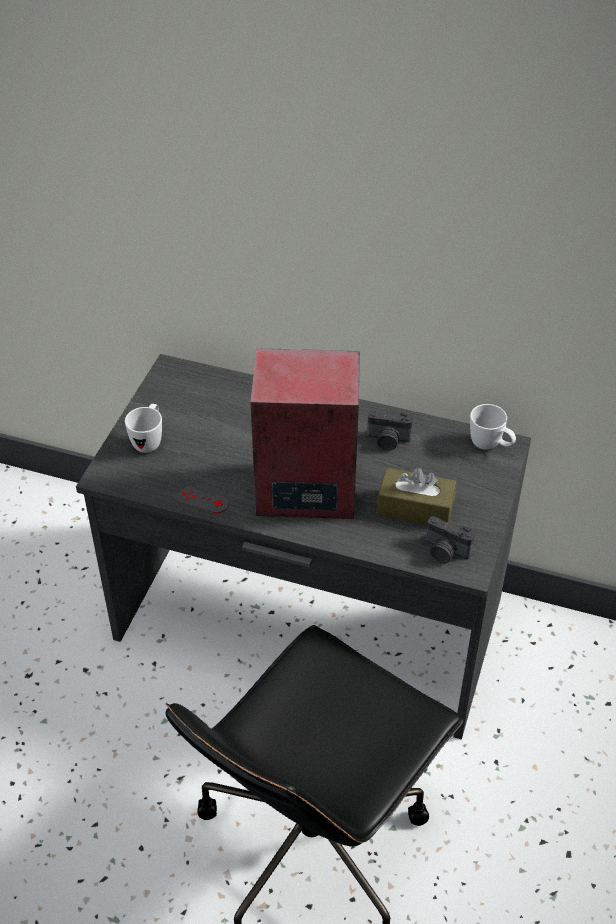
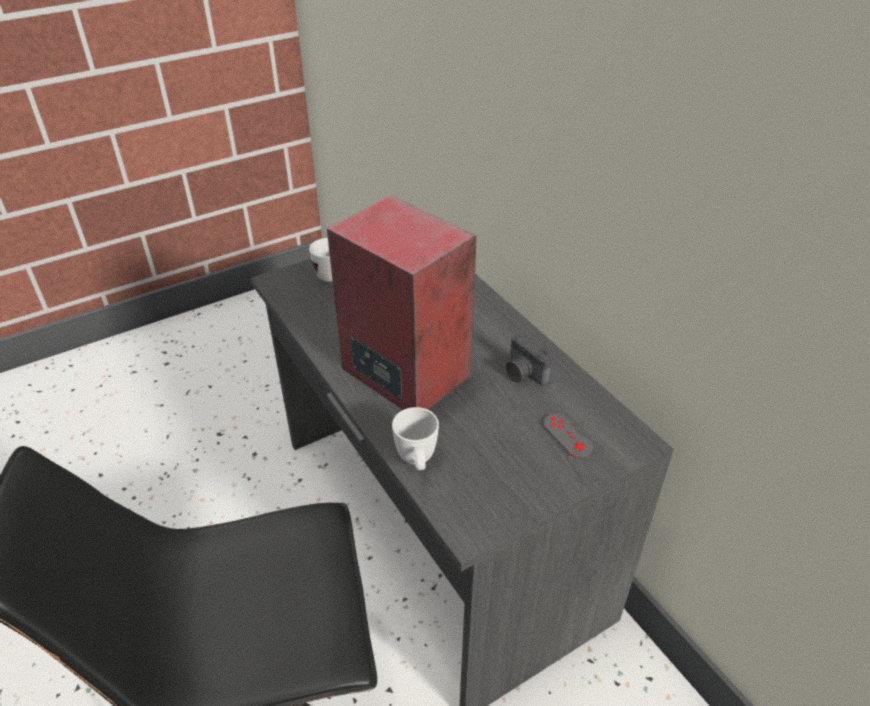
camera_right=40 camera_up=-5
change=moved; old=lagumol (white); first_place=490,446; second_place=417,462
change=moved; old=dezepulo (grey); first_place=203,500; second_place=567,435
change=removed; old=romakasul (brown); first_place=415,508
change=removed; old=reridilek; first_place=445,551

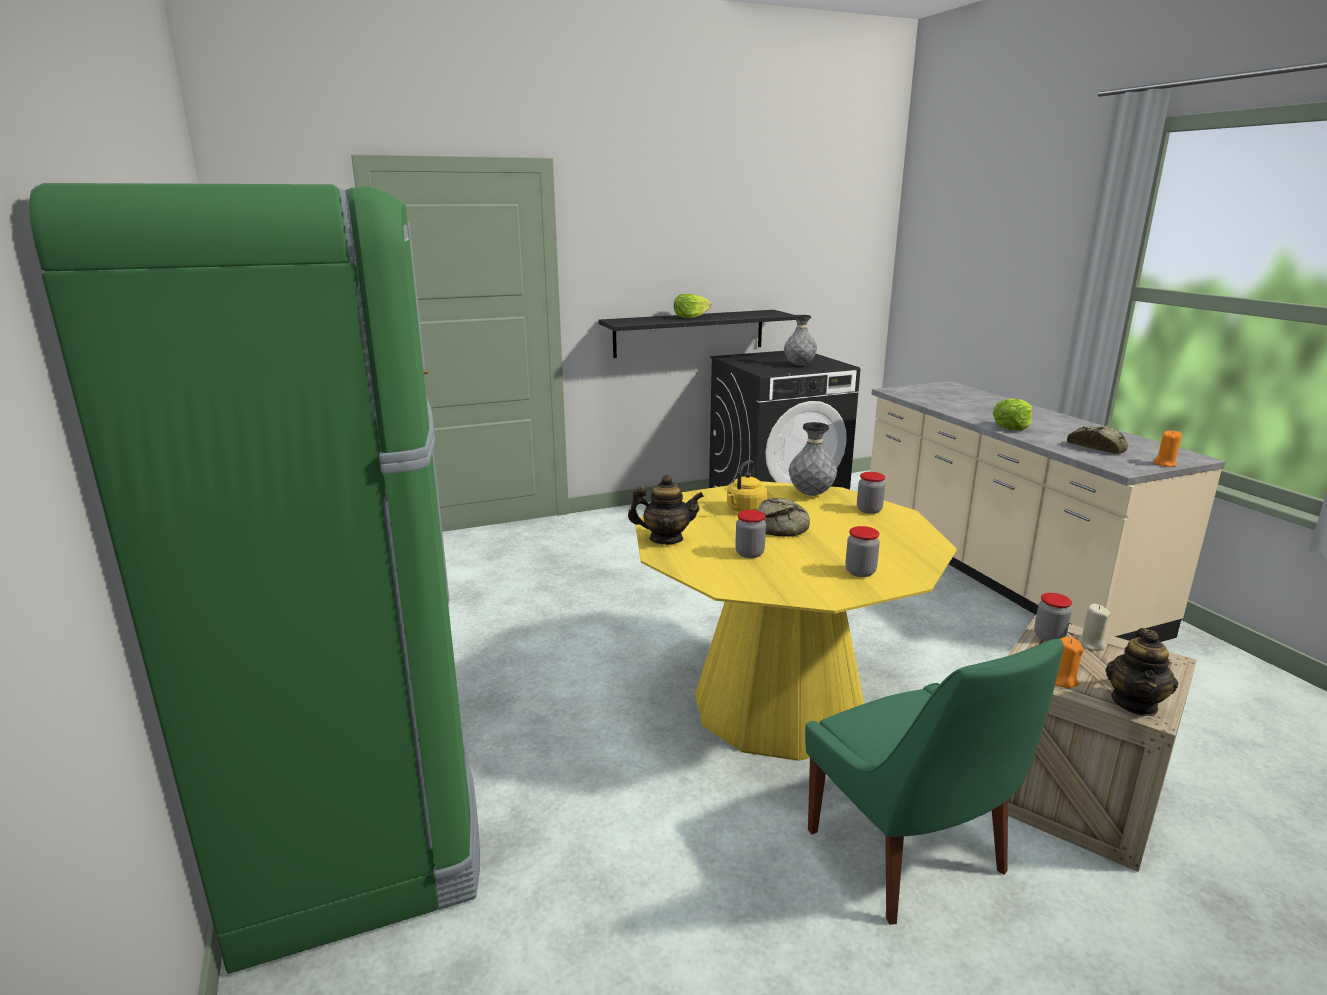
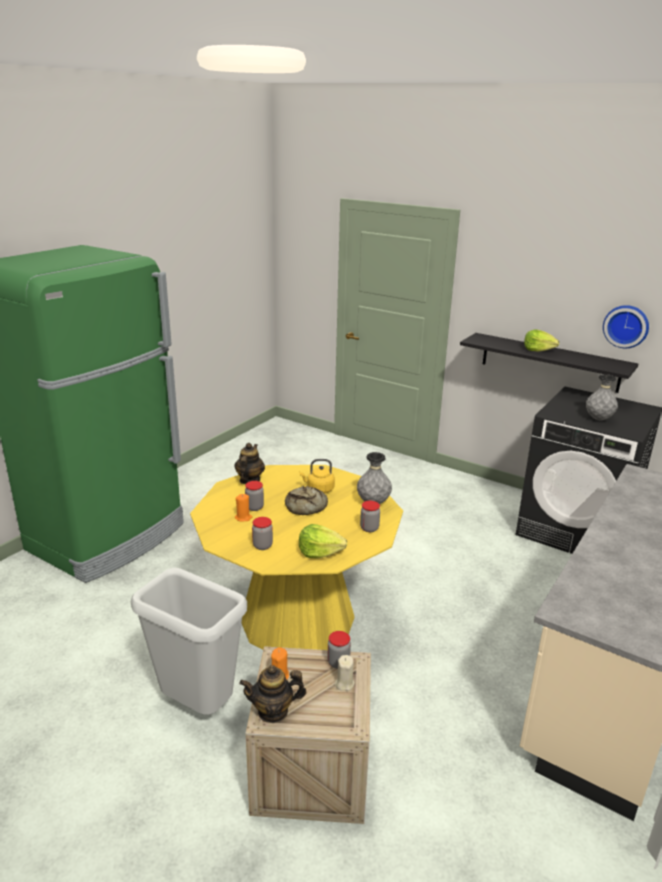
camera_right=55 camera_up=5
change=replaced; old=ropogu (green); new=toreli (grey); first_place=910,856; second_place=196,707
change=turned; old=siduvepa; first_place=666,539; second_place=249,480; degrees=-135
change=moved; old=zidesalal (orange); first_place=1165,464; second_place=243,518
change=moved; old=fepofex; first_place=1012,427; second_place=320,552
change=added; new=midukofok; second_place=626,326
change=removed; old=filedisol; first_place=1097,447

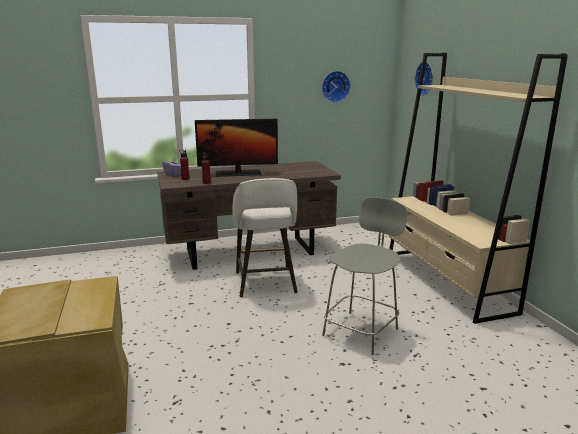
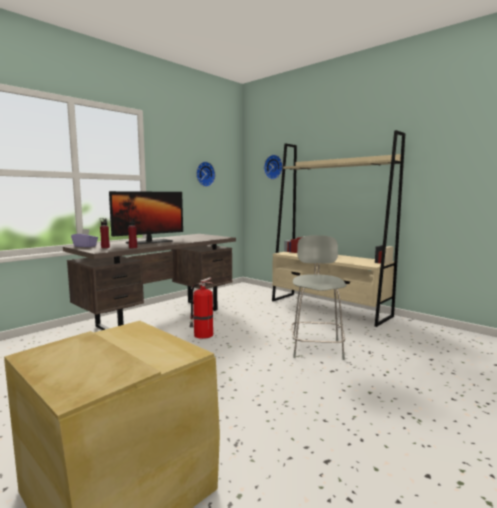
camera_right=-30 camera_up=-10
change=replaced; old=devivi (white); new=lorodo; first_place=265,283; second_place=202,335

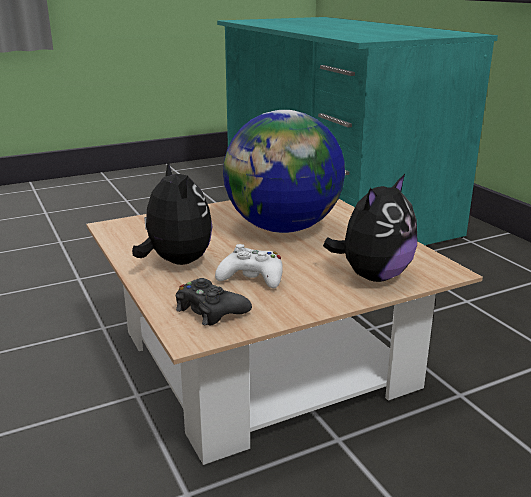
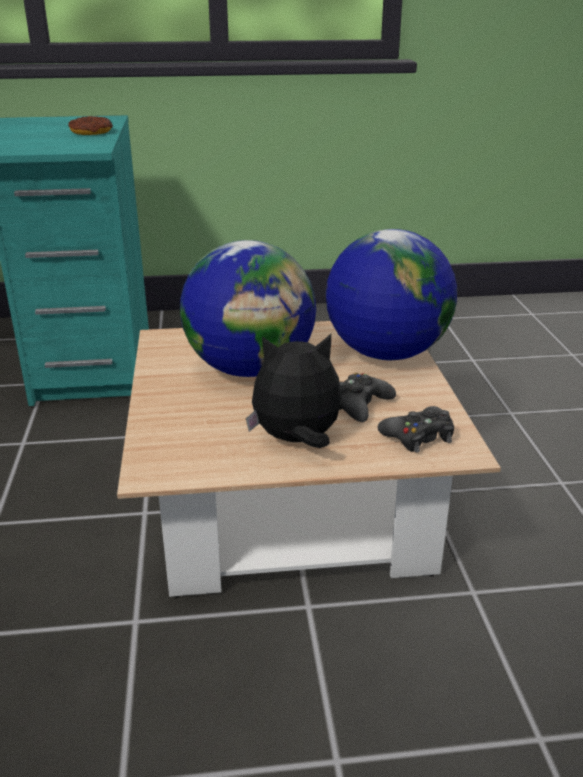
camera_right=-70 camera_up=5
change=added; new=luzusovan; second_place=91,132
change=replaced; old=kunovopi; new=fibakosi; first_place=373,276; second_place=386,353
change=recoloured; old=dezepulo (white); new=dezepulo (black); first_place=252,277; second_place=360,405

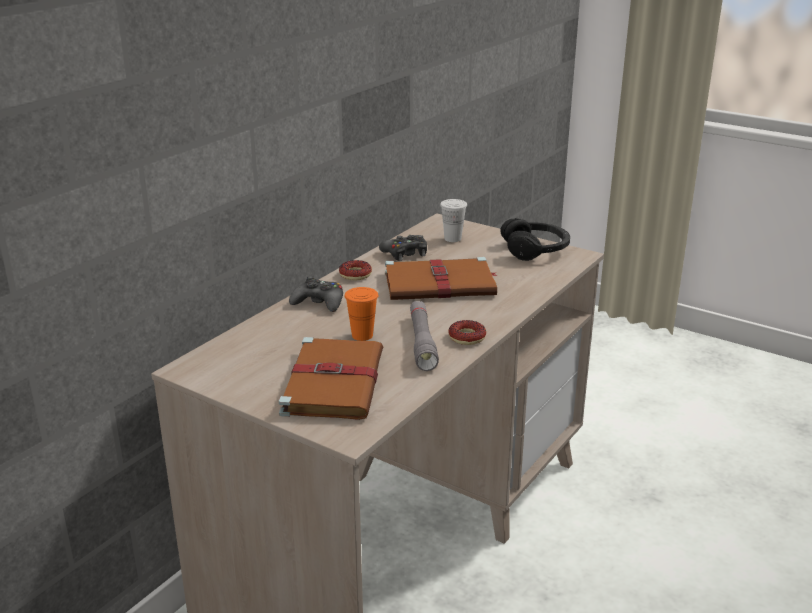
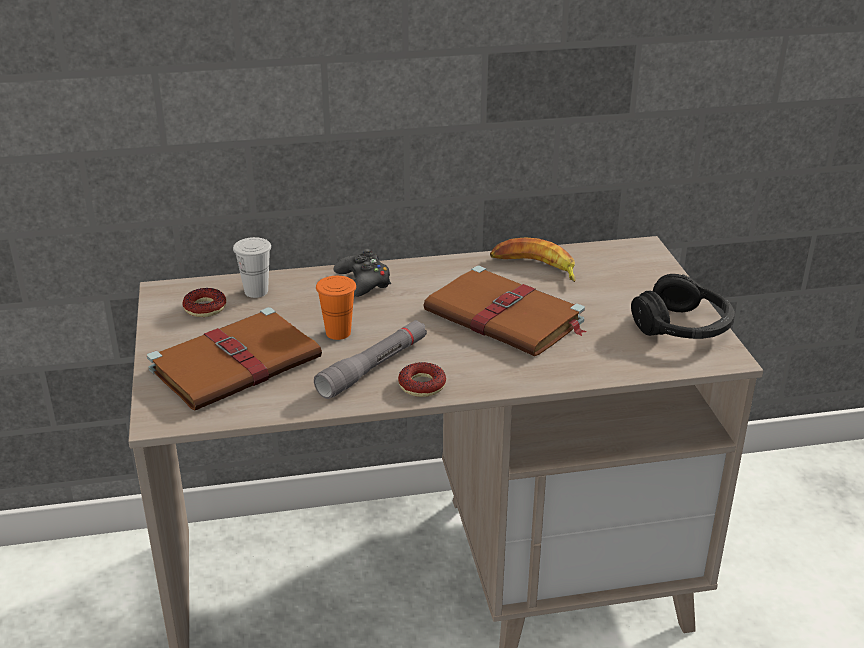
camera_right=45 camera_up=5
change=moved; old=luzusovan; first_place=355,274; second_place=205,308
change=moved; old=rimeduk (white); first_place=452,238; second_place=256,291
change=replaced; old=dezepulo (black); new=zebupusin; first_place=405,253; second_place=535,267

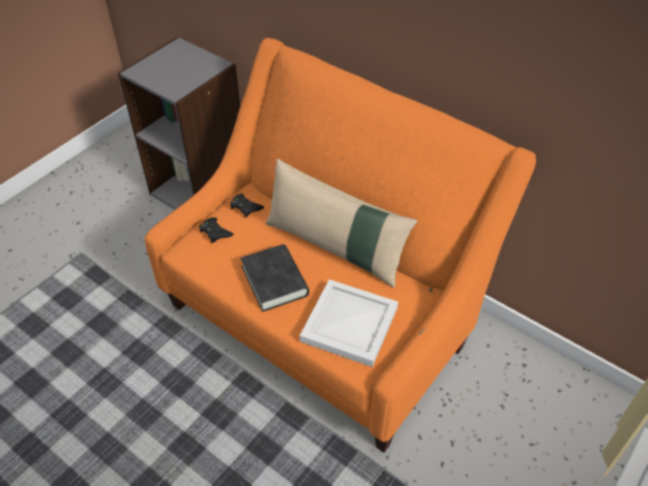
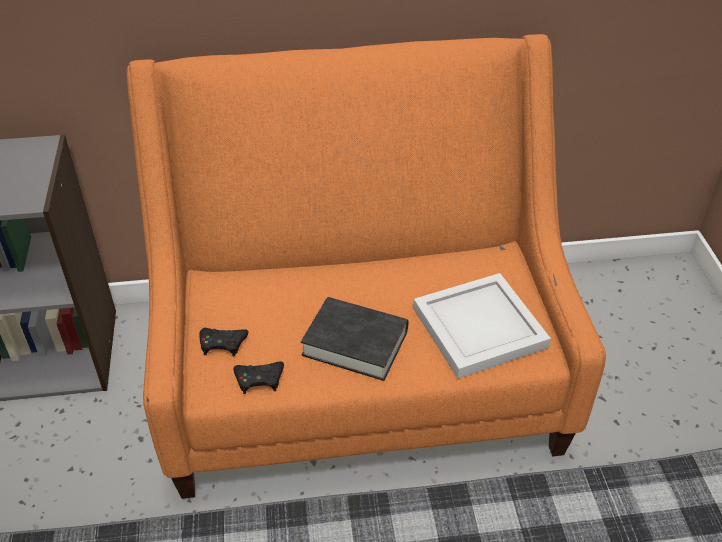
camera_right=-45 camera_up=-5
change=moved; old=dezepulo (black); first_place=245,207; second_place=259,379
change=removed; old=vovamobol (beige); first_place=335,247

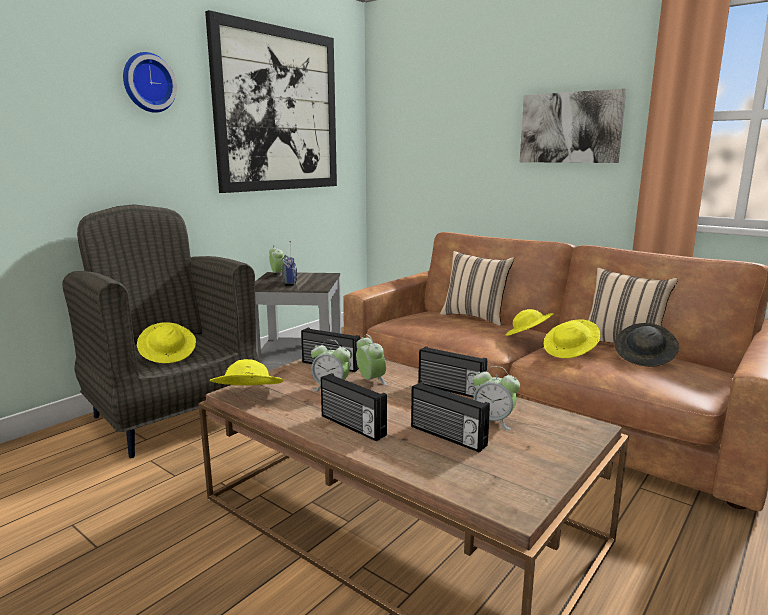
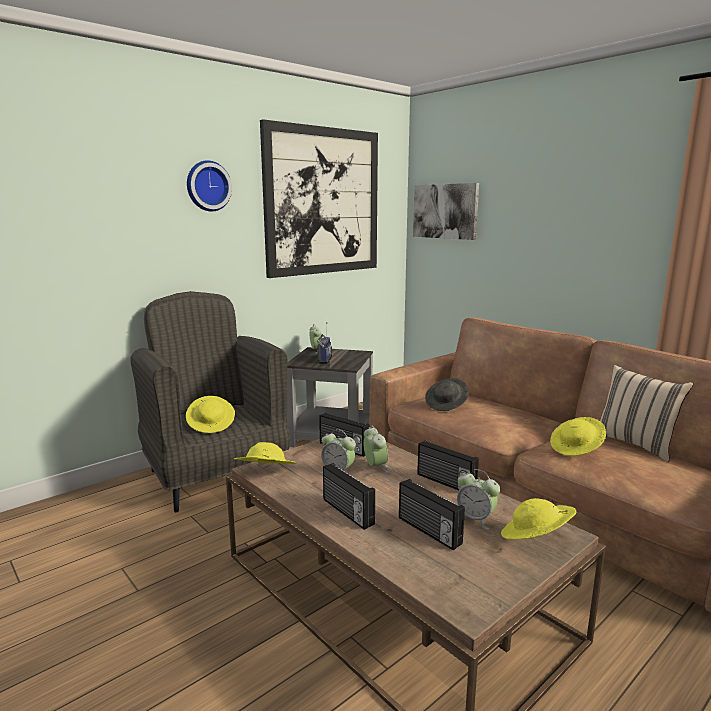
camera_right=10 camera_up=0
change=moved; old=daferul; first_place=570,128; second_place=445,211
change=moved; old=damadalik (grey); first_place=645,358; second_place=446,404
change=moved; old=damadalik (yellow); first_place=528,336; second_place=535,539
change=removed; old=vovamobol (beige); first_place=475,317

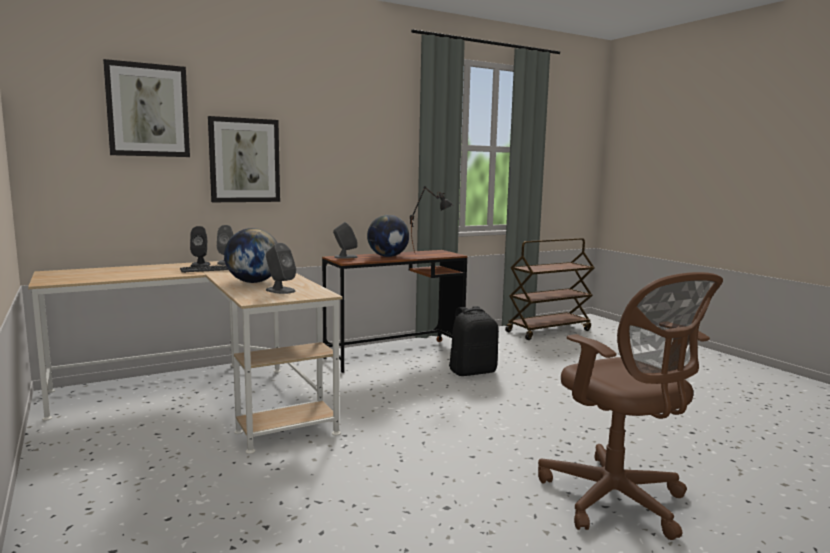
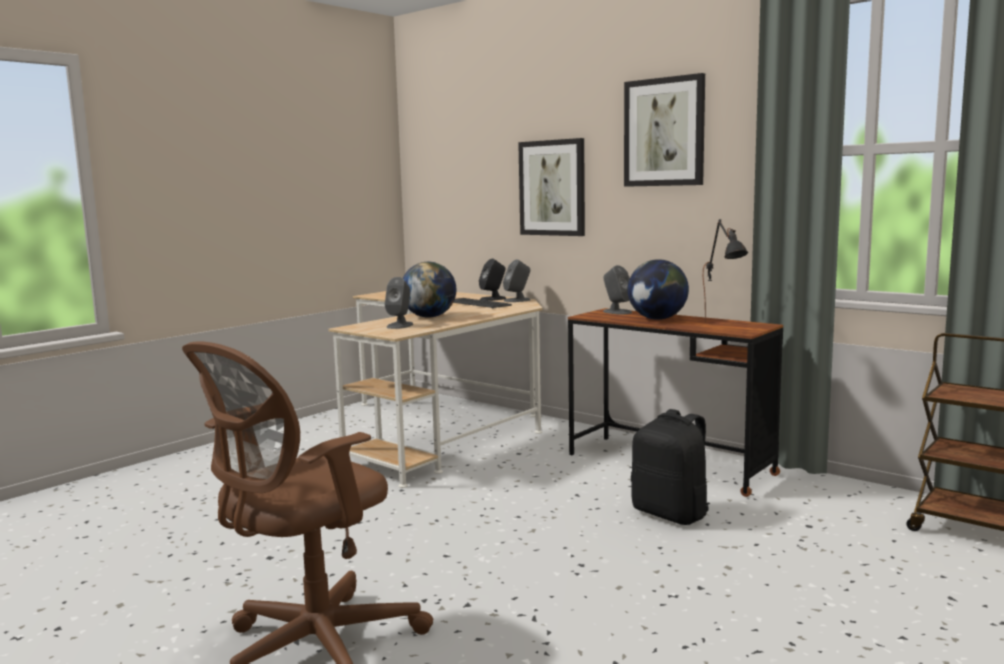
camera_right=70 camera_up=0
change=moved; old=daferul; first_place=148,110; second_place=664,132

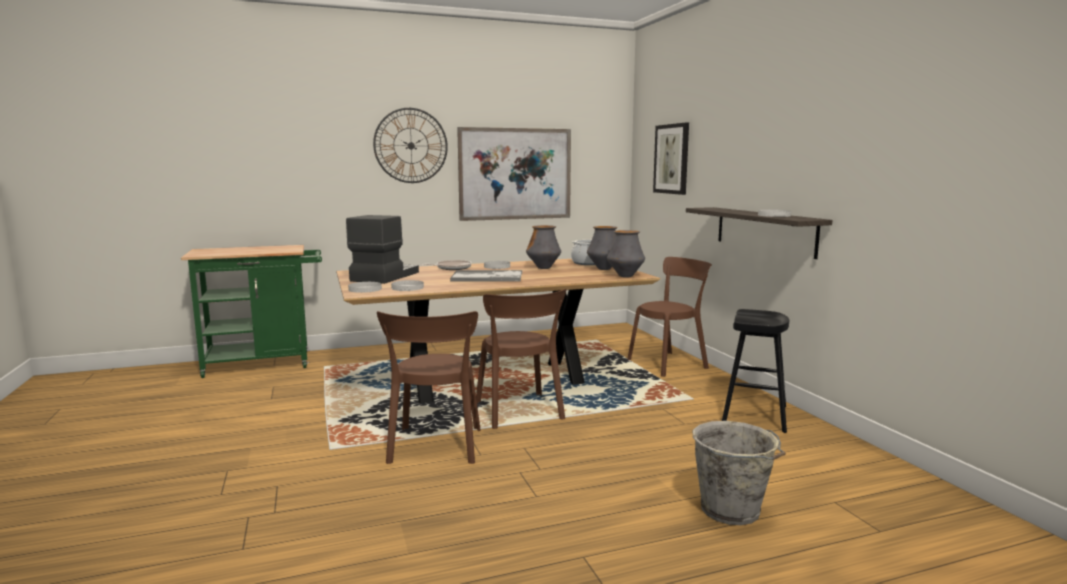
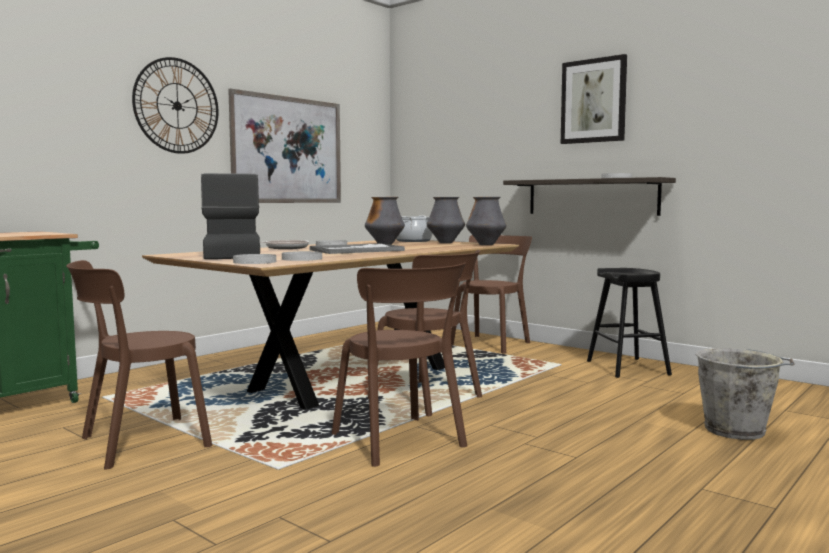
camera_right=-30 camera_up=-5
change=added; new=ropogu (brown); second_place=138,443
change=moved; old=daferul; first_place=672,159; second_place=593,101

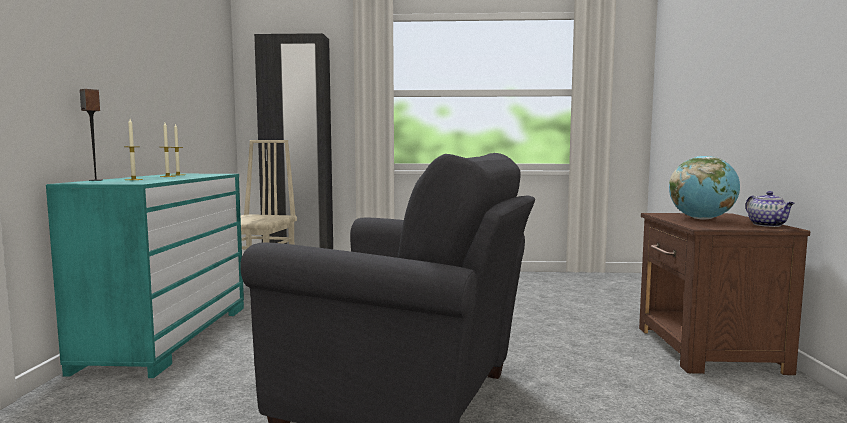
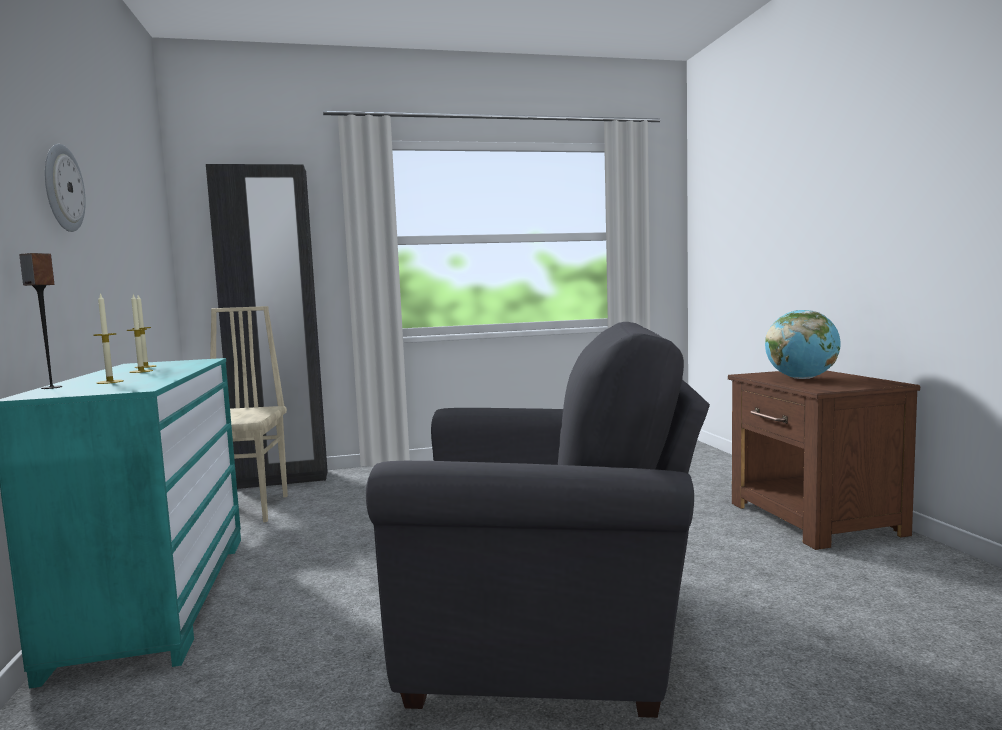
camera_right=-15 camera_up=0
change=added; new=midukofok; second_place=62,188
change=removed; old=siduvepa; first_place=768,225

